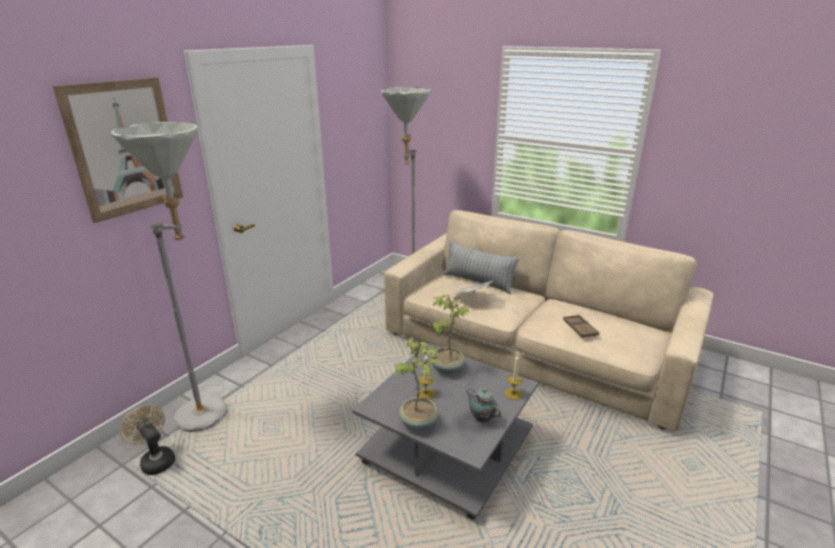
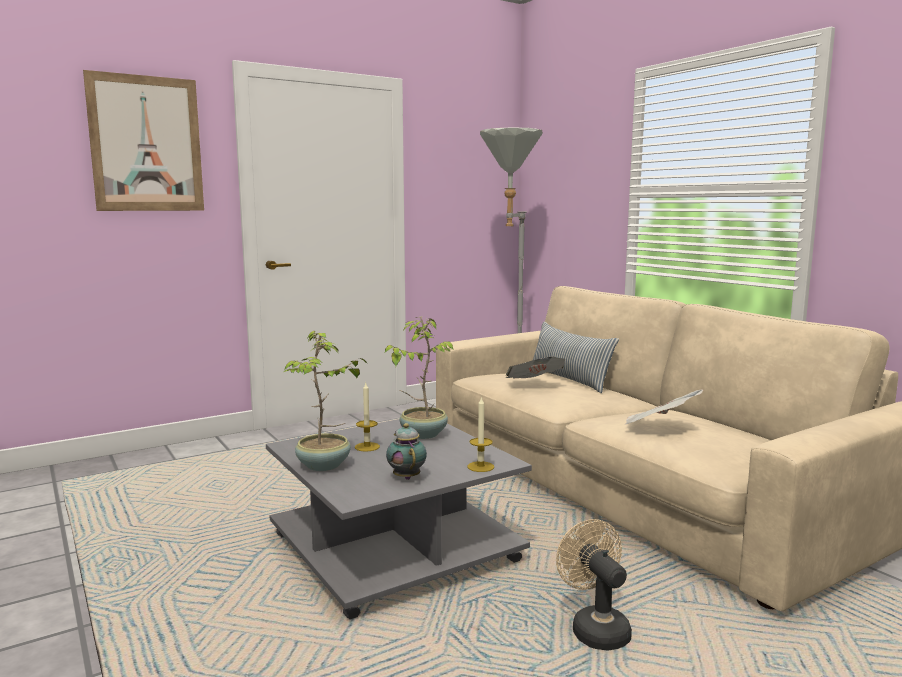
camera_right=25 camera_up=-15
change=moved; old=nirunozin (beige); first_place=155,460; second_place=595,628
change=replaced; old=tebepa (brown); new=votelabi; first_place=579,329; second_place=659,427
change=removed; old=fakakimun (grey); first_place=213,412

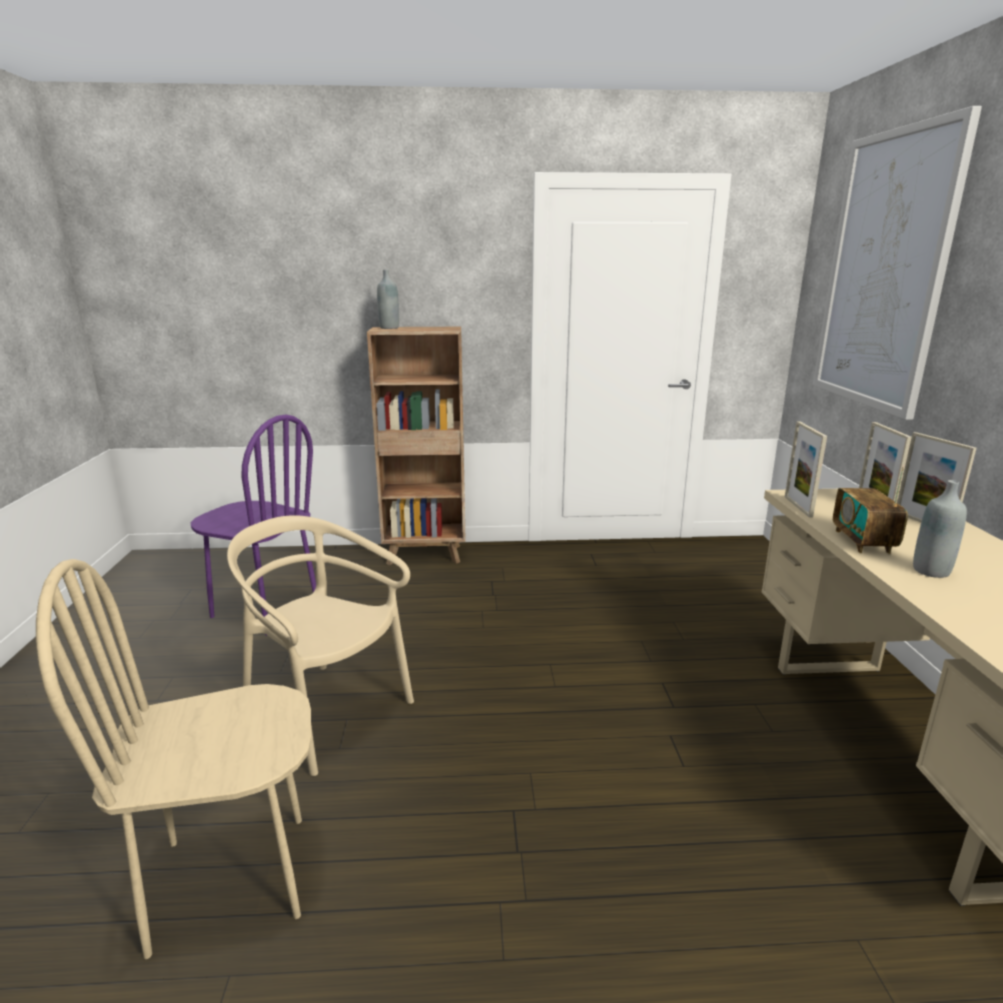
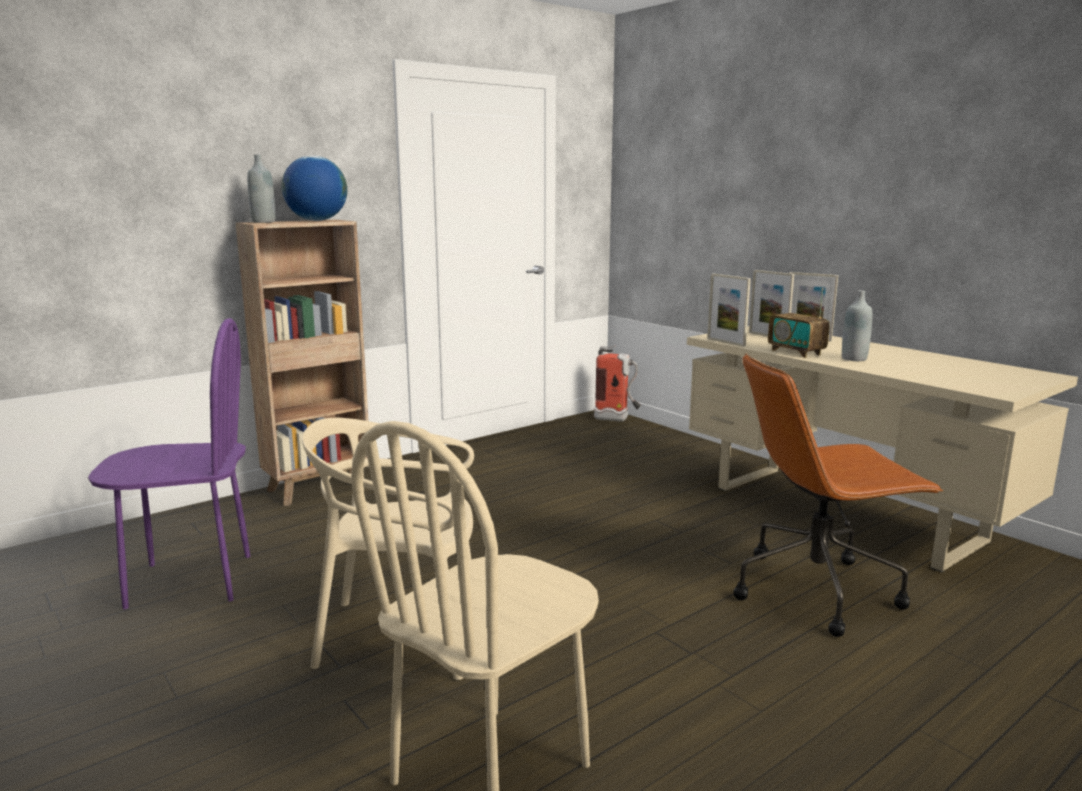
camera_right=-35 camera_up=-5
change=added; new=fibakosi; second_place=316,220
change=added; new=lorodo; second_place=617,420
change=added; new=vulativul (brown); second_place=817,590
change=removed; old=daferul; first_place=885,272

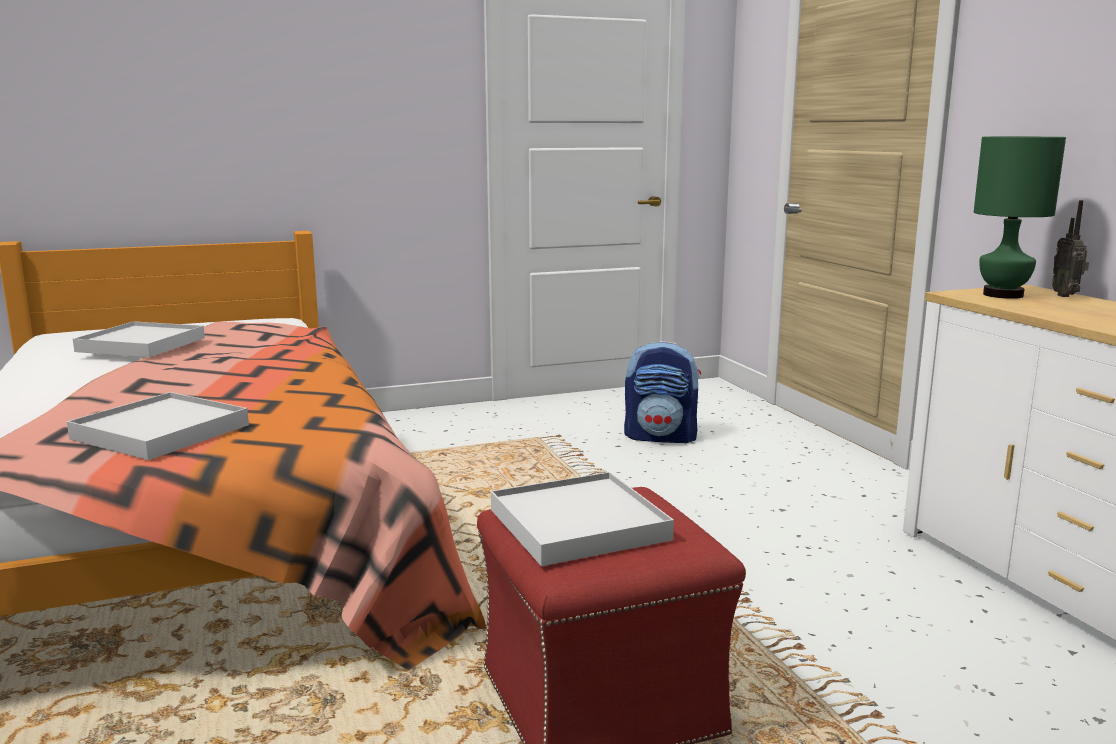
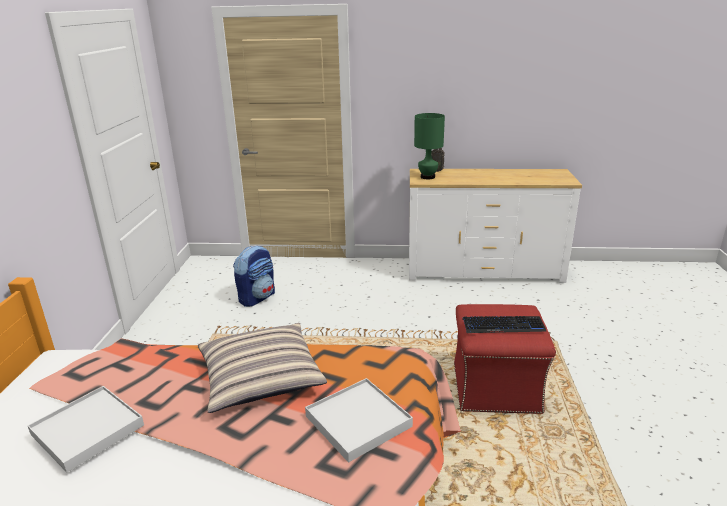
camera_right=-65 camera_up=10
change=added; new=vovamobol; second_place=260,377
change=replaced; old=tebepa (white); new=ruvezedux; first_place=579,525; second_place=503,326

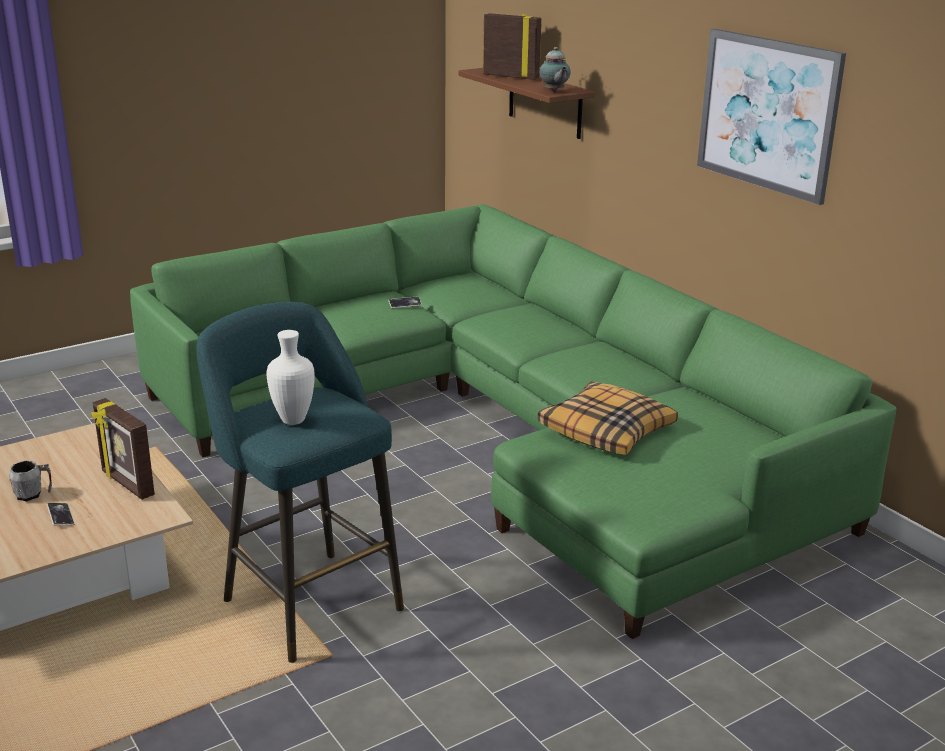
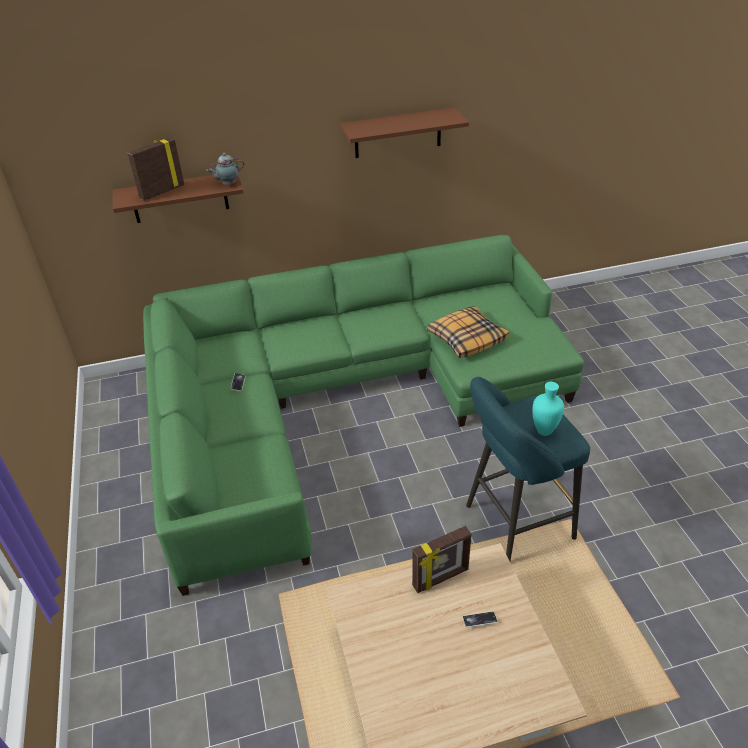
camera_right=-70 camera_up=15
change=turned; old=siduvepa; first_place=554,91; second_place=228,184; degrees=150
change=replaced; old=daferul; new=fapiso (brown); first_place=767,113; second_place=398,133
change=recoloured; old=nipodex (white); new=nipodex (turquoise); first_place=292,421; second_place=545,432
change=removed; old=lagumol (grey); first_place=33,494

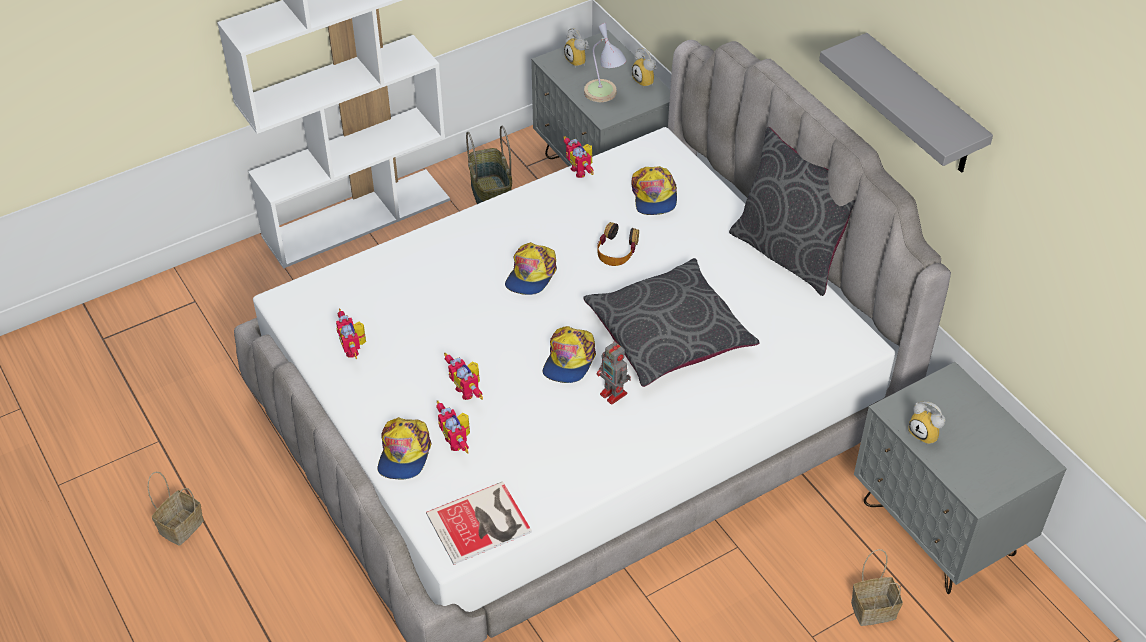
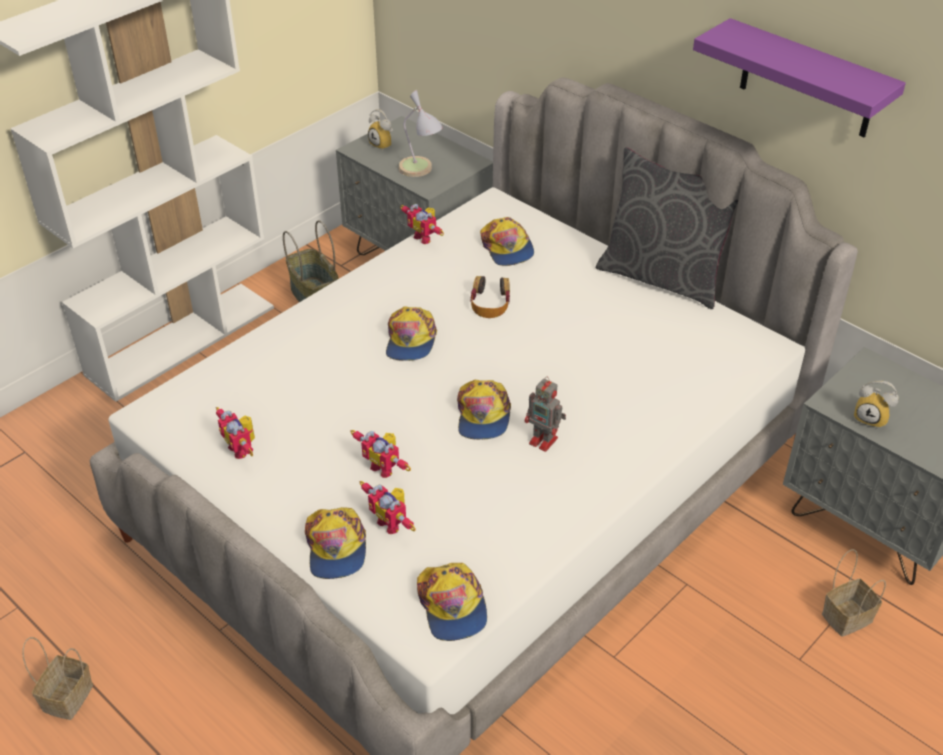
camera_right=-15 camera_up=-5
change=replaced; old=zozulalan; new=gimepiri; first_place=482,523; second_place=452,606
change=recoloured; old=fapiso (grey); new=fapiso (purple); first_place=922,107; second_place=807,80
change=removed; old=vovamobol (grey); first_place=669,333
change=removed; old=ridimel; first_place=646,81

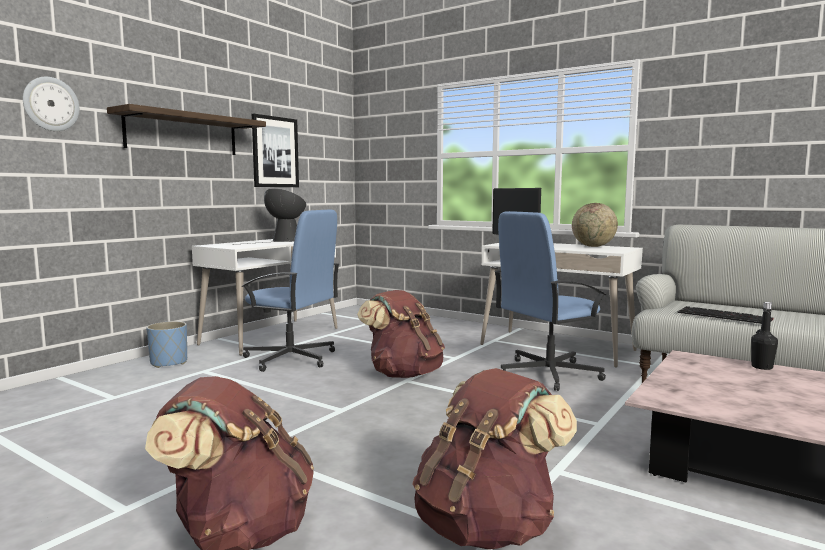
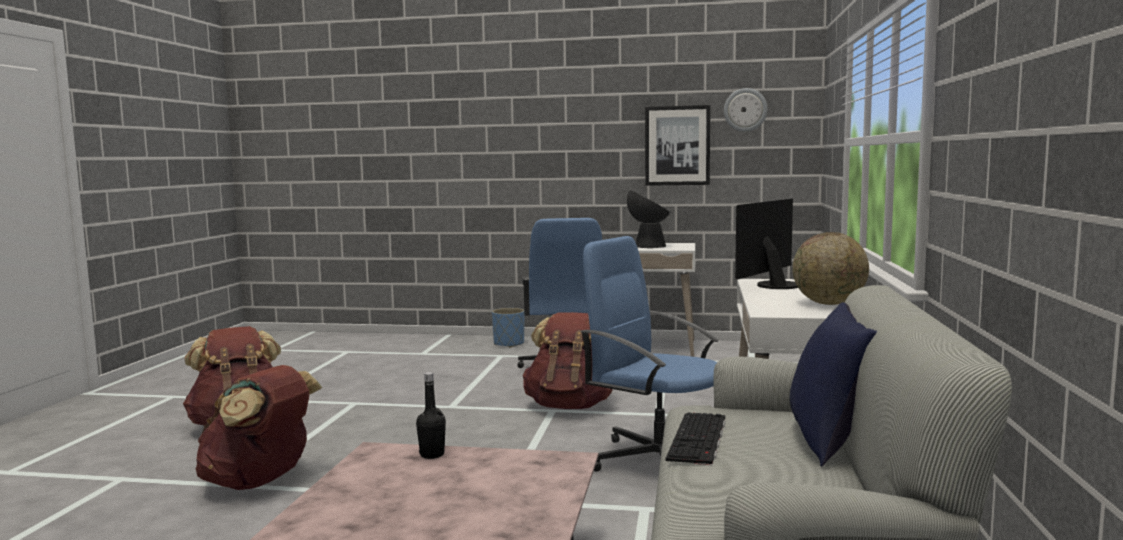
camera_right=65 camera_up=0
change=moved; old=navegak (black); first_place=762,367; second_place=432,455
change=moved; old=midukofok; first_place=51,104; second_place=745,110
change=added; new=vovamobol (blue); second_place=830,442
change=removed; old=fapiso; first_place=183,134

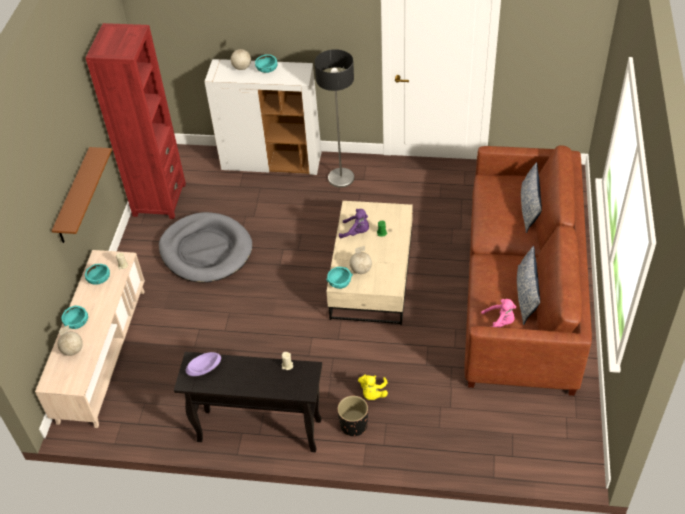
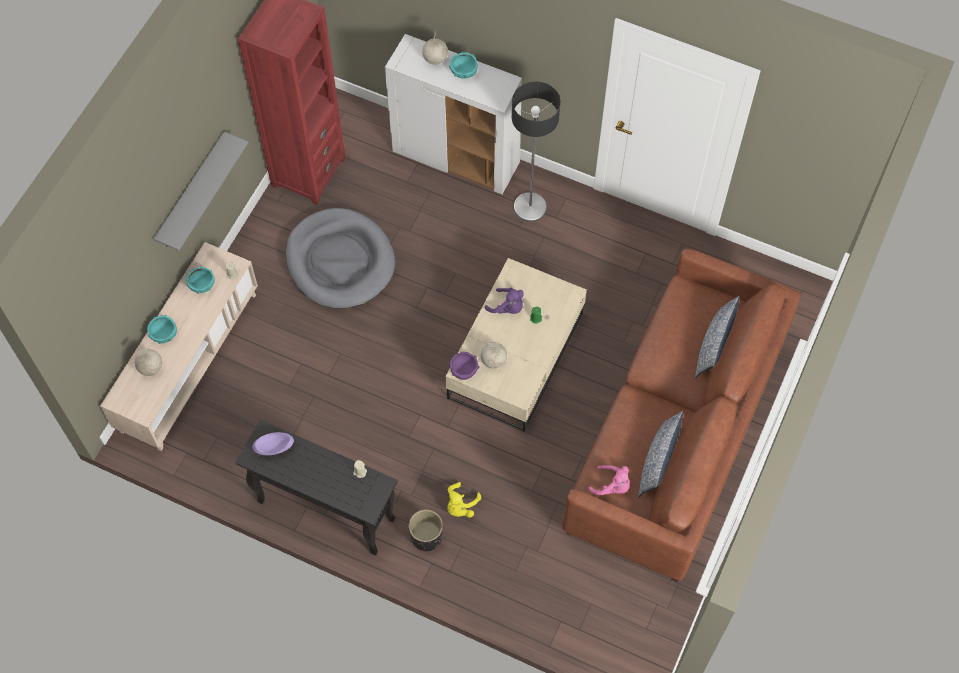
camera_right=15 camera_up=15
change=recoloured; old=fapiso (brown); new=fapiso (grey); first_place=74,197; second_place=192,193
change=recoloured; old=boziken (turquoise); new=boziken (purple); first_place=339,282; second_place=464,369

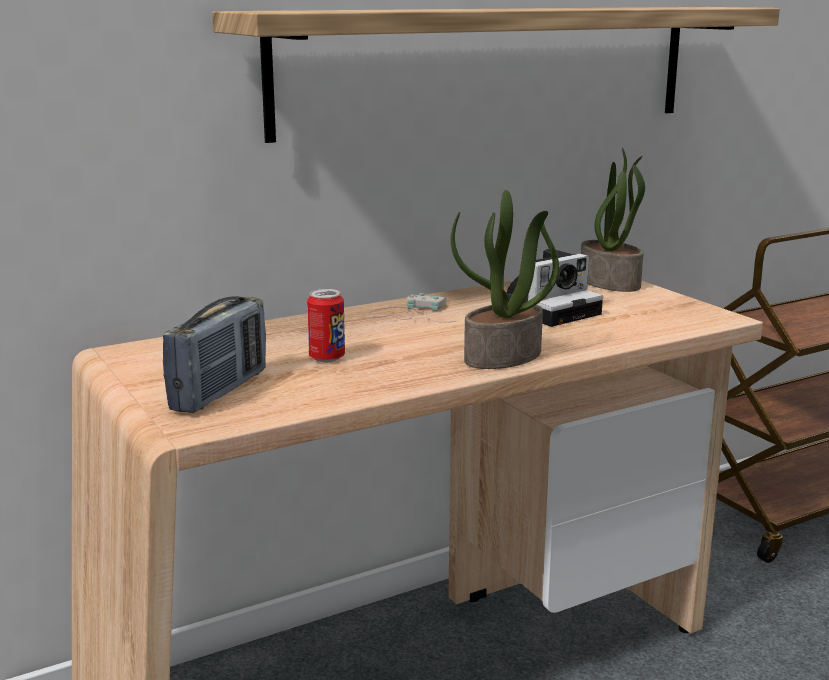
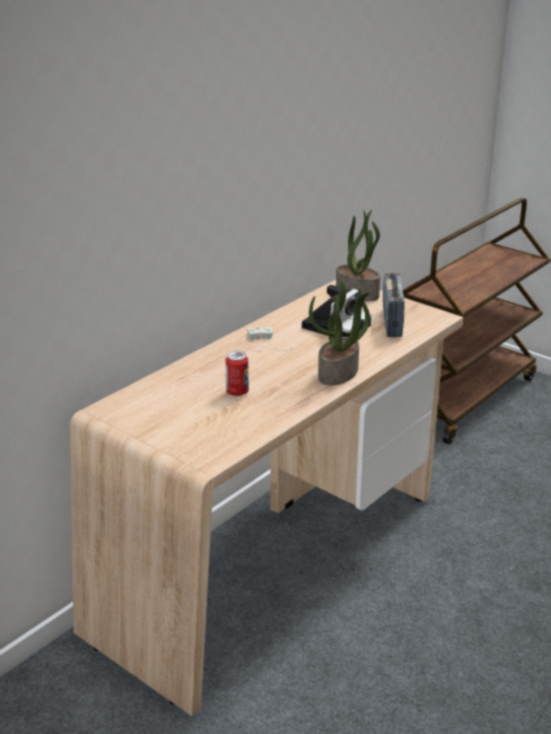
camera_right=-20 camera_up=10
change=moved; old=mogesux; first_place=220,391; second_place=392,323
change=removed; old=fapiso; first_place=491,68

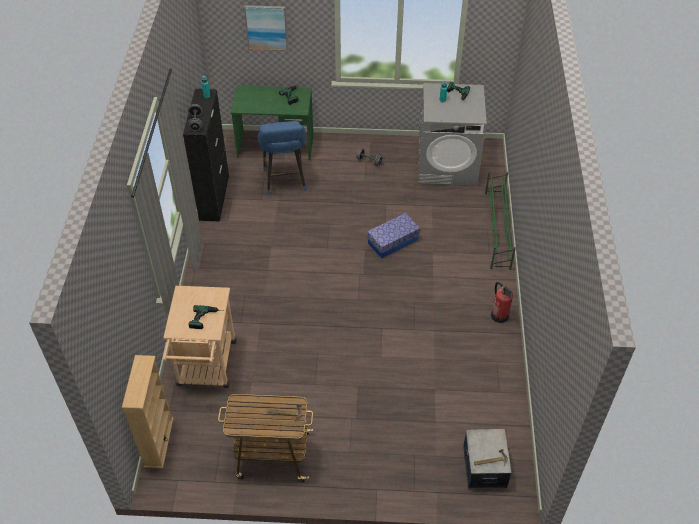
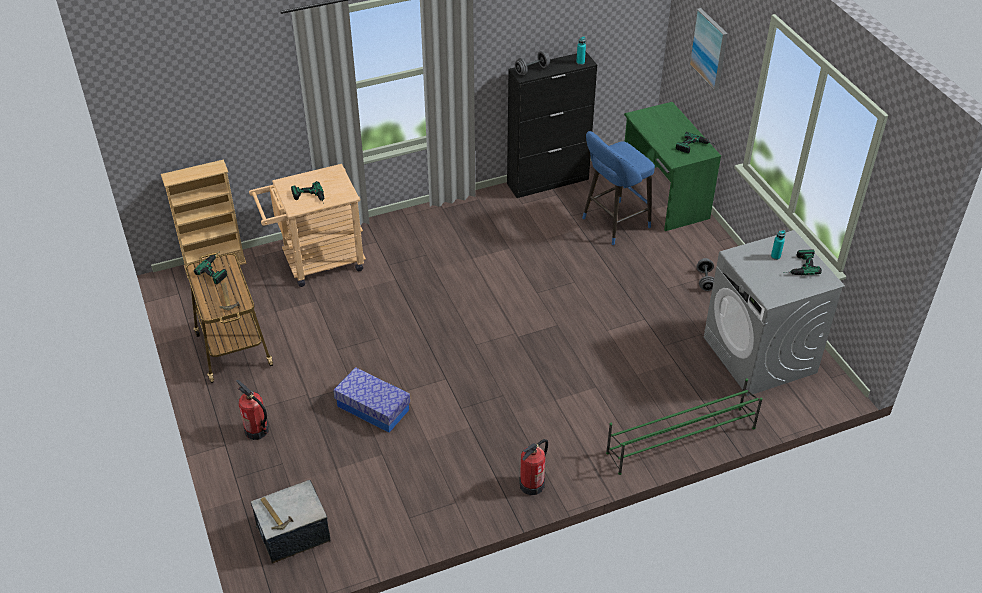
camera_right=65 camera_up=-5
change=added; new=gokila; second_place=217,268
change=added; new=lorodo; second_place=257,430
change=moved; old=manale; first_place=393,242; second_place=373,408

